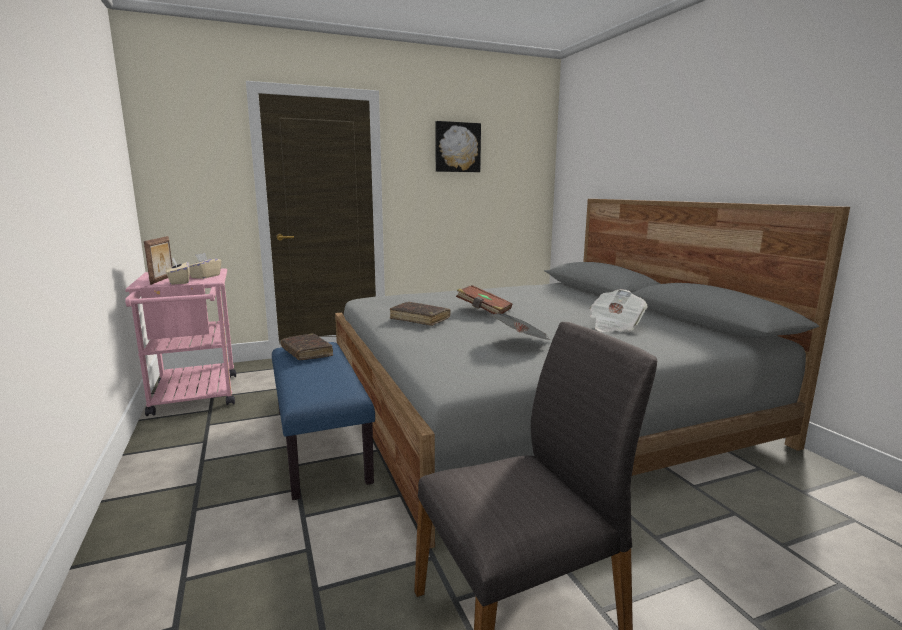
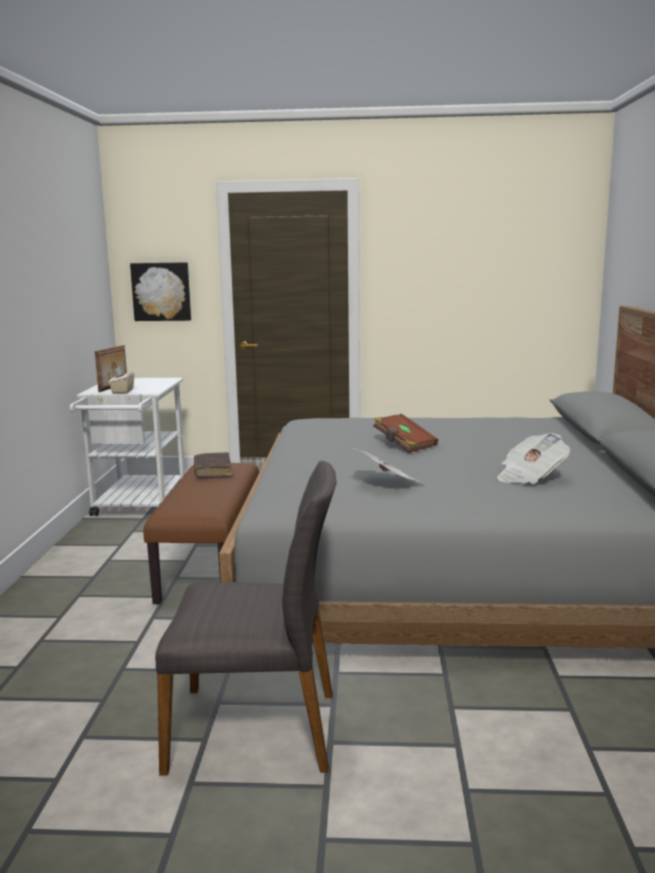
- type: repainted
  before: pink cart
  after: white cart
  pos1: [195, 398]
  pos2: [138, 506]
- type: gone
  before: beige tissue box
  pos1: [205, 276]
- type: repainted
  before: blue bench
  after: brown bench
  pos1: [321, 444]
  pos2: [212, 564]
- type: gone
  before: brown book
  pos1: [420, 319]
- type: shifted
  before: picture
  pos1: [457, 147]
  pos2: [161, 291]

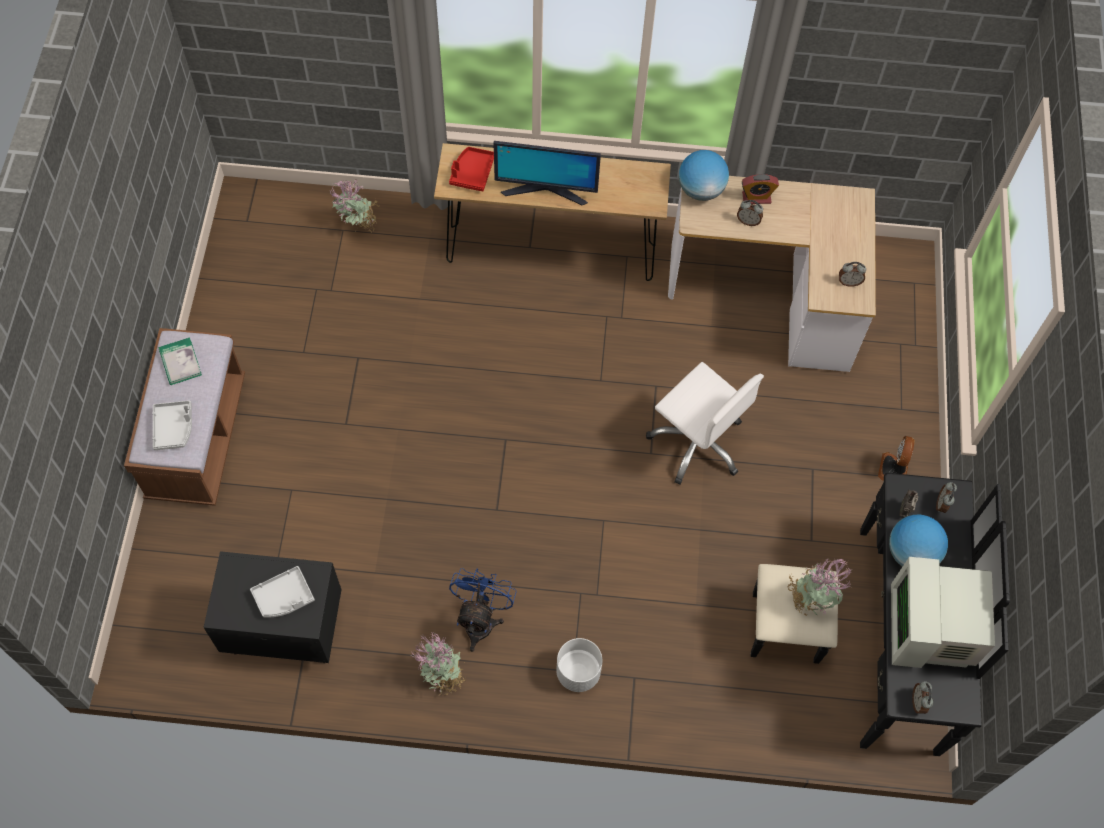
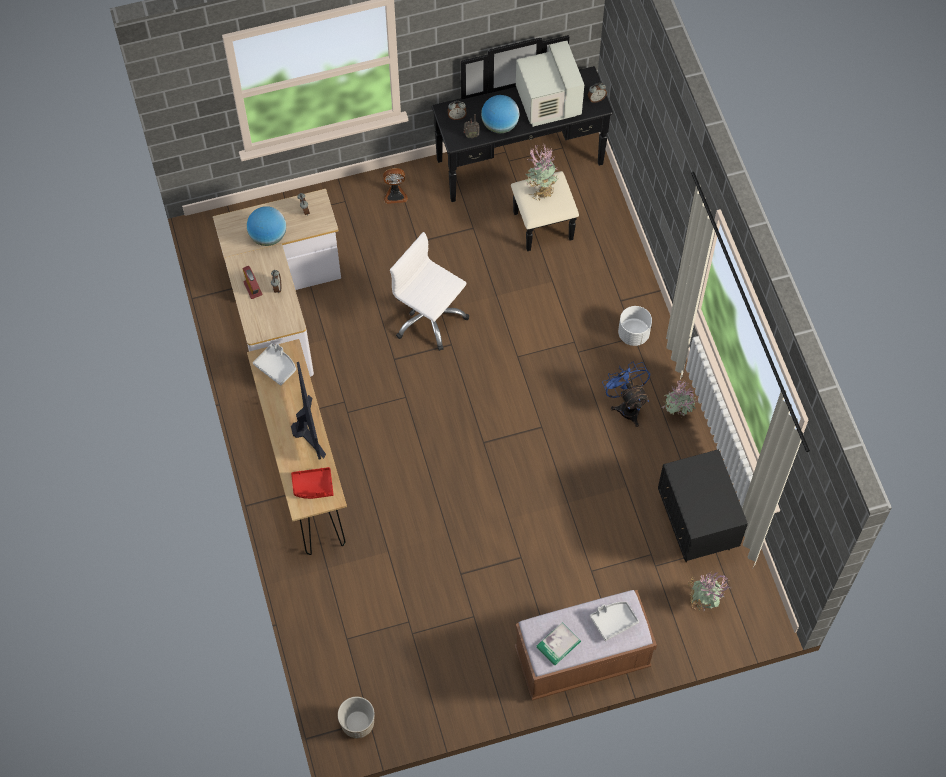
- type: shifted
  before: grey tray
  pos1: [284, 597]
  pos2: [276, 366]
- type: shifted
  before: potted plant
  pos1: [358, 227]
  pos2: [704, 601]
- type: rotated
  before: blue fan
  pos1: [480, 619]
  pos2: [627, 405]
  turn: 75
- type: rotated
  before: white office chair
  pos1: [697, 442]
  pos2: [429, 318]
  turn: -75
- type: shifted
  before: globe
  pos1: [701, 190]
  pos2: [268, 236]
- type: rotated
  before: monitor
  pos1: [930, 630]
  pos2: [547, 103]
  turn: -90
- type: new
  after: planter
  pos2: [357, 723]

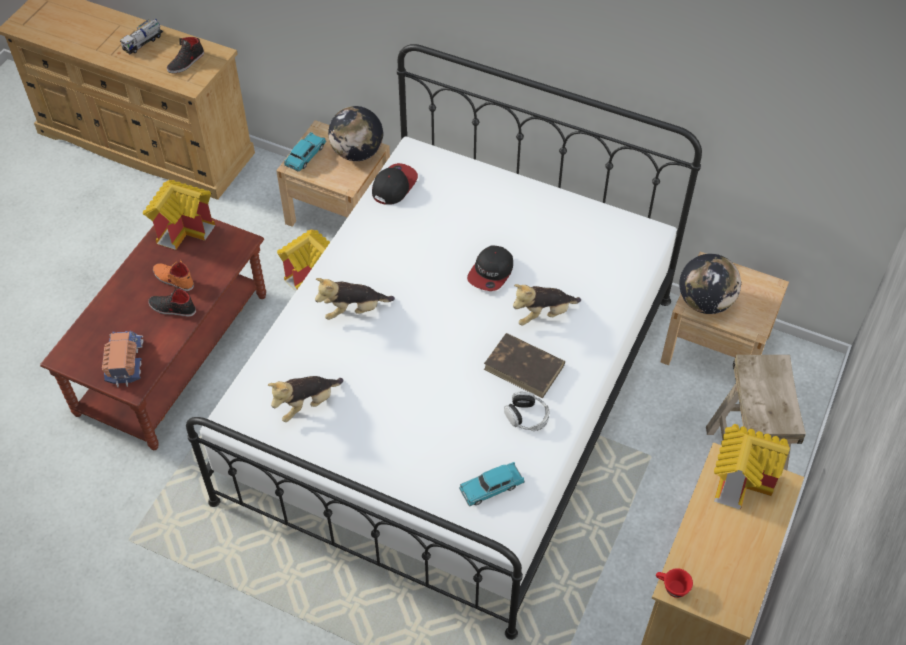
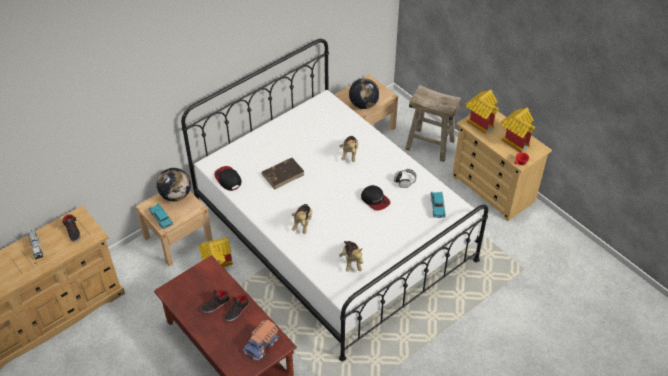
- type: rotated
  before: toy truck
  pos1: [124, 362]
  pos2: [262, 344]
  turn: -75
- type: shifted
  before: toy house
  pos1: [185, 228]
  pos2: [514, 139]
- type: repainted
  before: orange shoe
  after: black shoe
  pos1: [173, 279]
  pos2: [215, 305]
- type: shifted
  before: cap
  pos1: [491, 272]
  pos2: [375, 200]
- type: shifted
  before: brown book
  pos1: [525, 367]
  pos2: [283, 174]

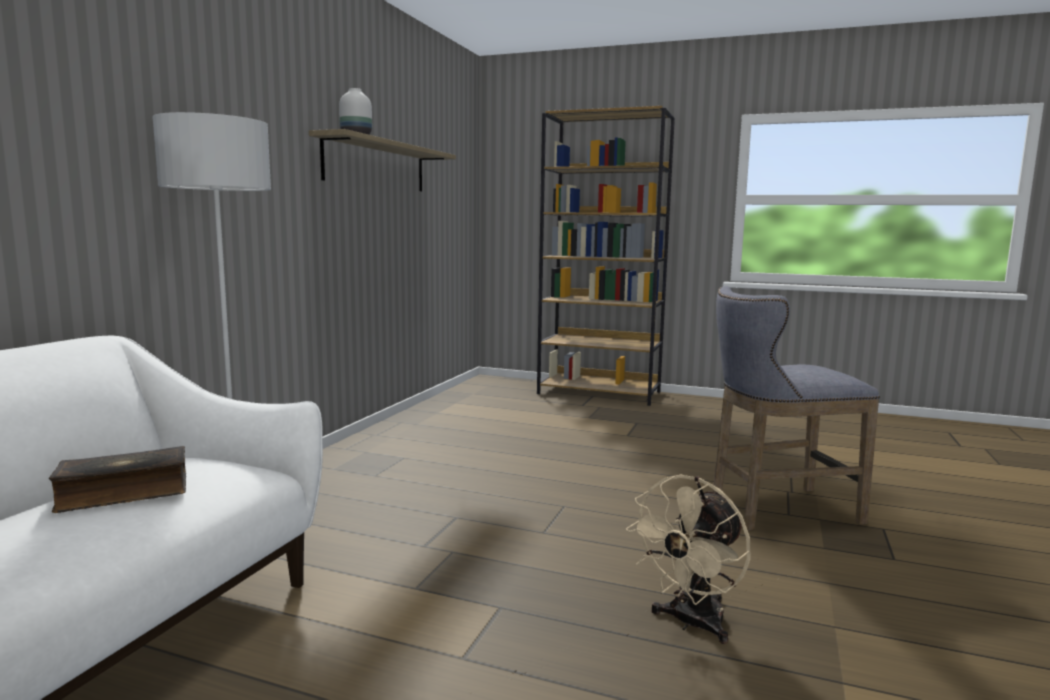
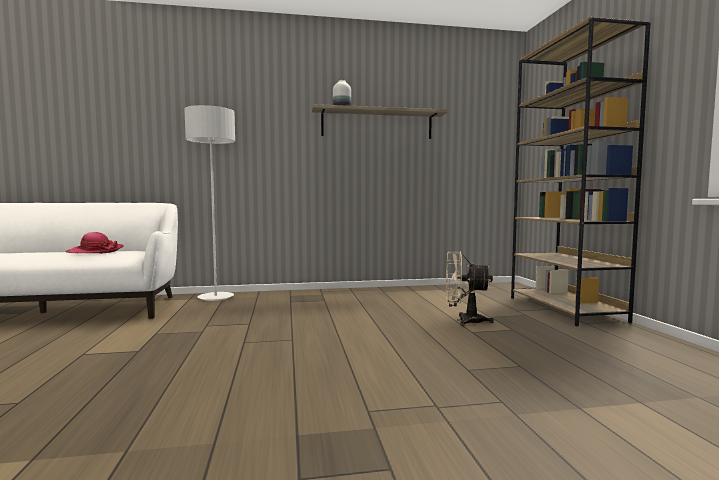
- type: swapped
  before: book
  after: hat
  pos1: [124, 493]
  pos2: [95, 251]
- type: shifted
  before: beige fan
  pos1: [691, 623]
  pos2: [464, 321]
- type: gone
  before: grey stool
  pos1: [775, 510]

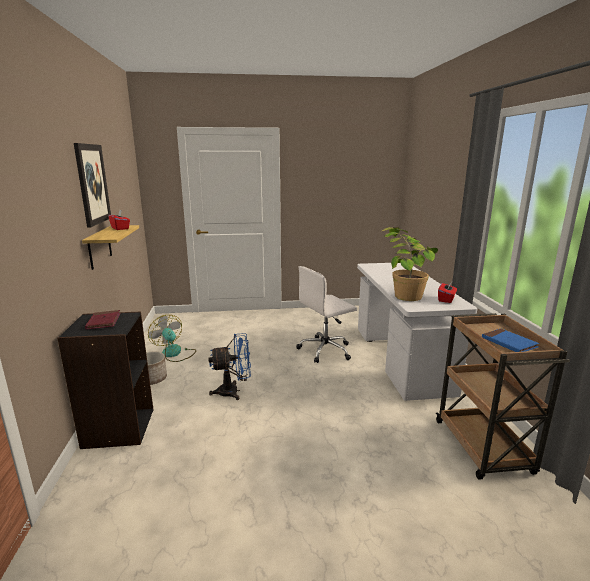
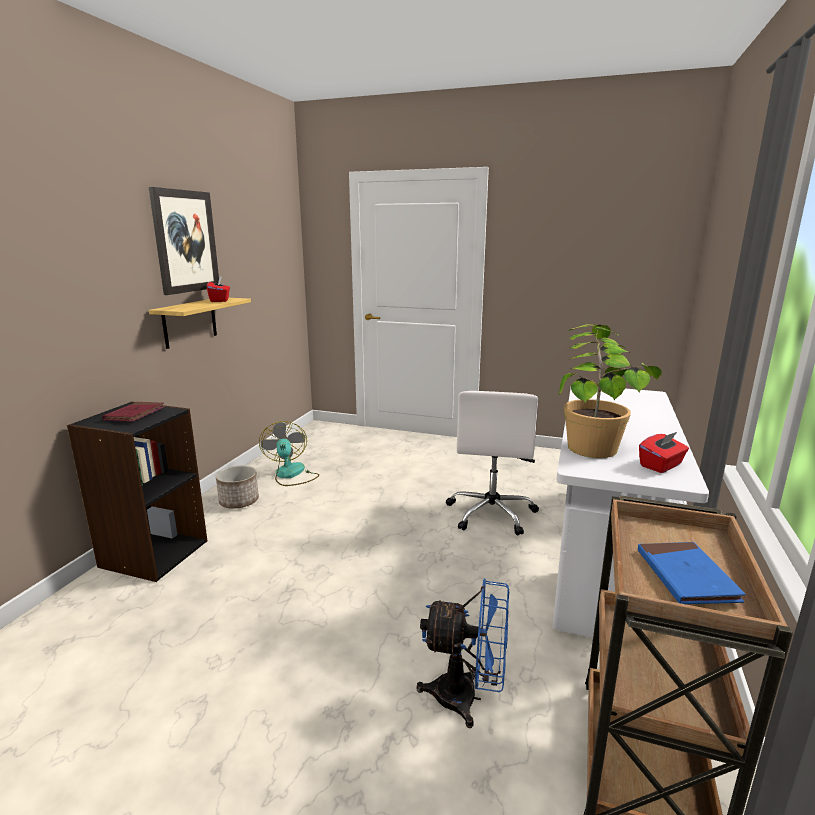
- type: shifted
  before: blue fan
  pos1: [233, 391]
  pos2: [467, 698]
- type: rotated
  before: white office chair
  pos1: [326, 350]
  pos2: [491, 513]
  turn: -75

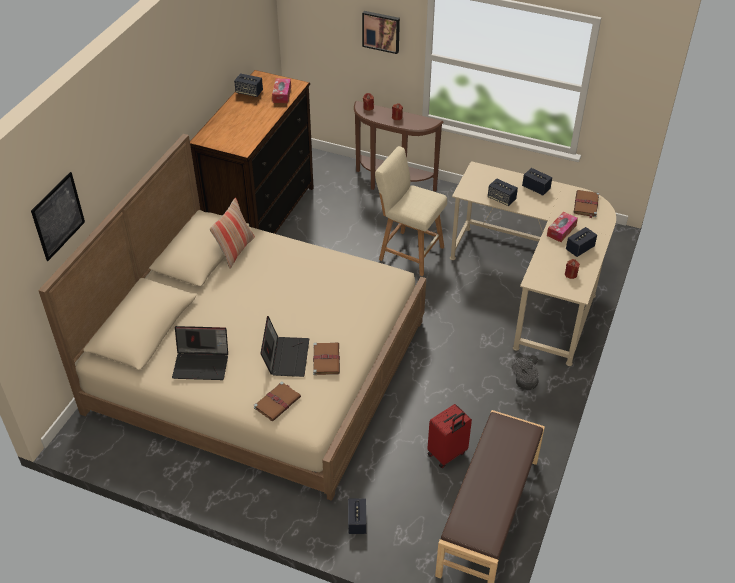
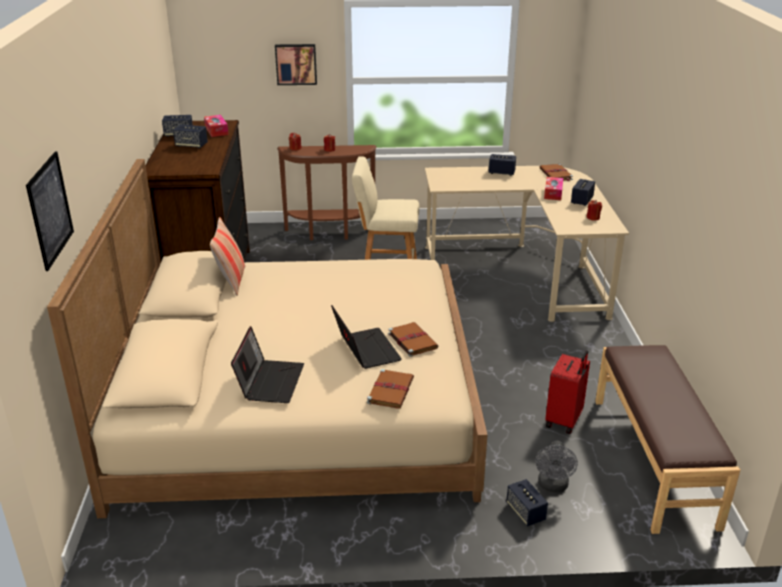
- type: rotated
  before: laptop
  pos1: [202, 363]
  pos2: [270, 381]
  turn: -60
- type: shifted
  before: speaker
  pos1: [501, 199]
  pos2: [191, 145]
- type: shifted
  before: grey fan
  pos1: [525, 384]
  pos2: [553, 486]

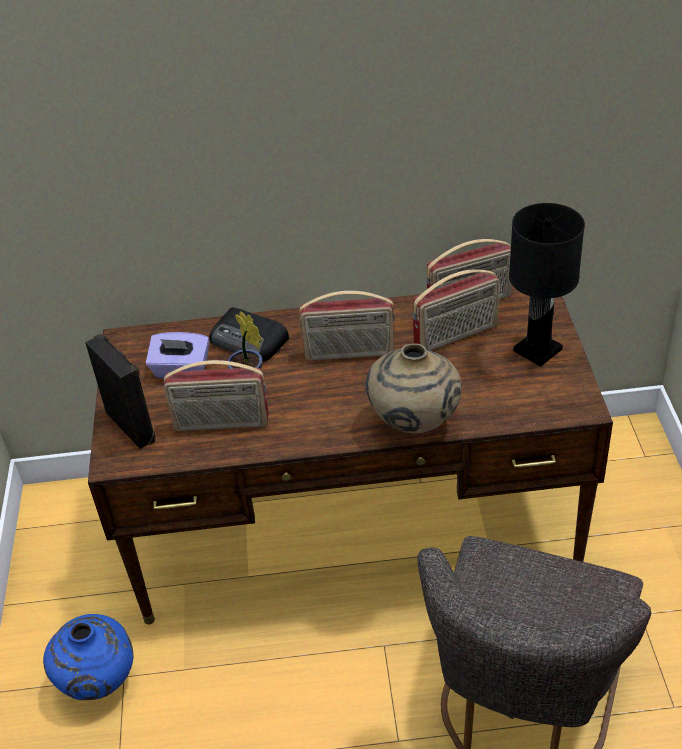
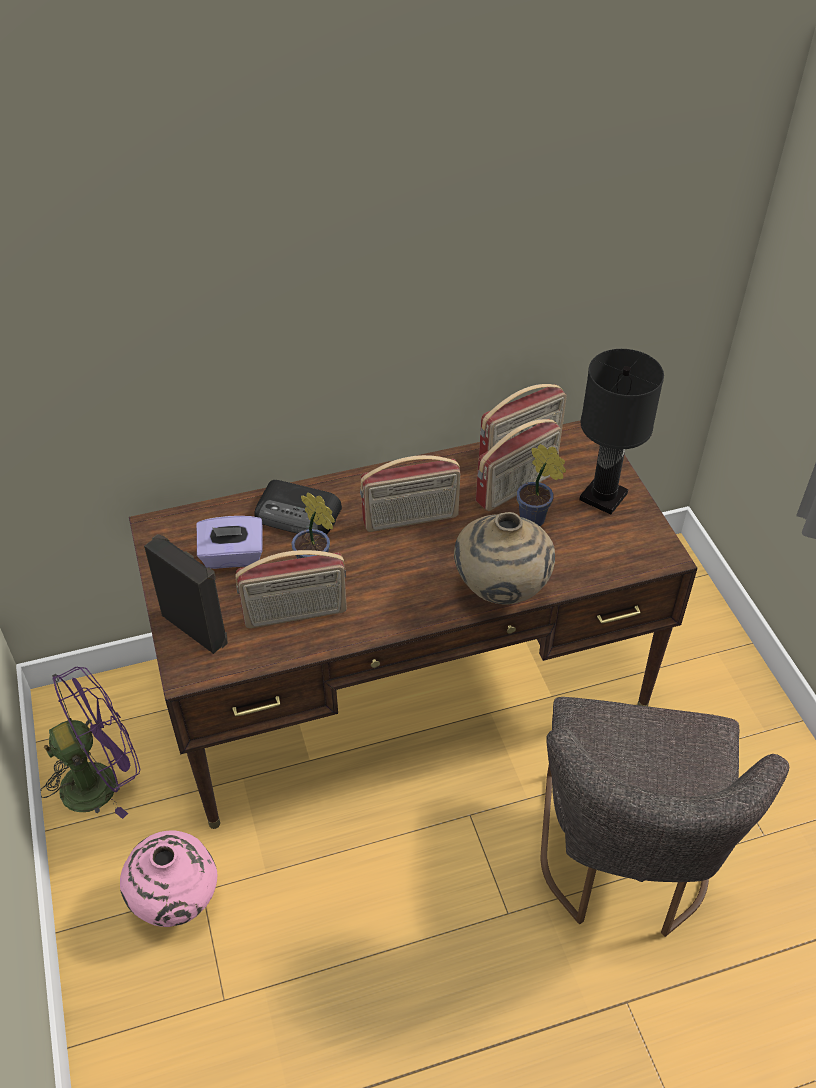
- type: repainted
  before: blue vase
  after: pink vase
  pos1: [99, 682]
  pos2: [176, 901]
- type: new
  after: purple fan
  pos2: [101, 779]
- type: new
  after: potted plant
  pos2: [535, 521]

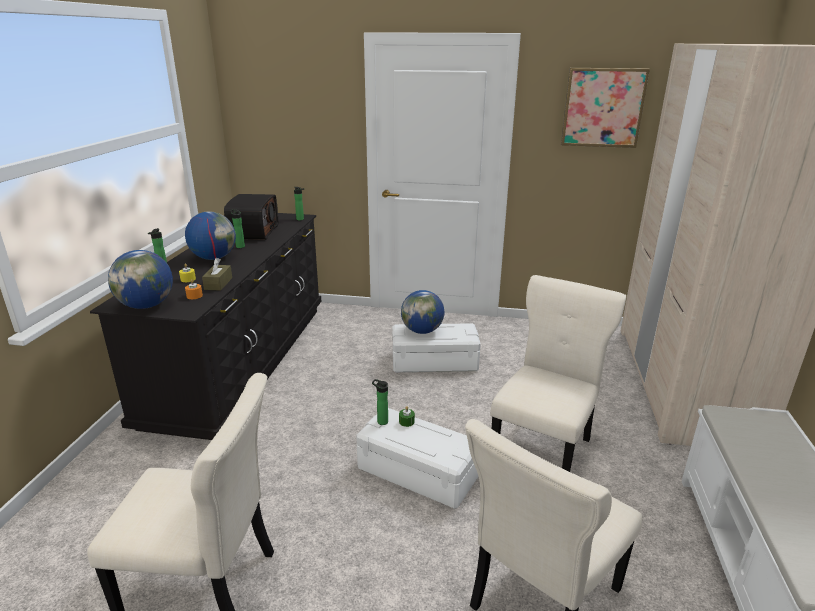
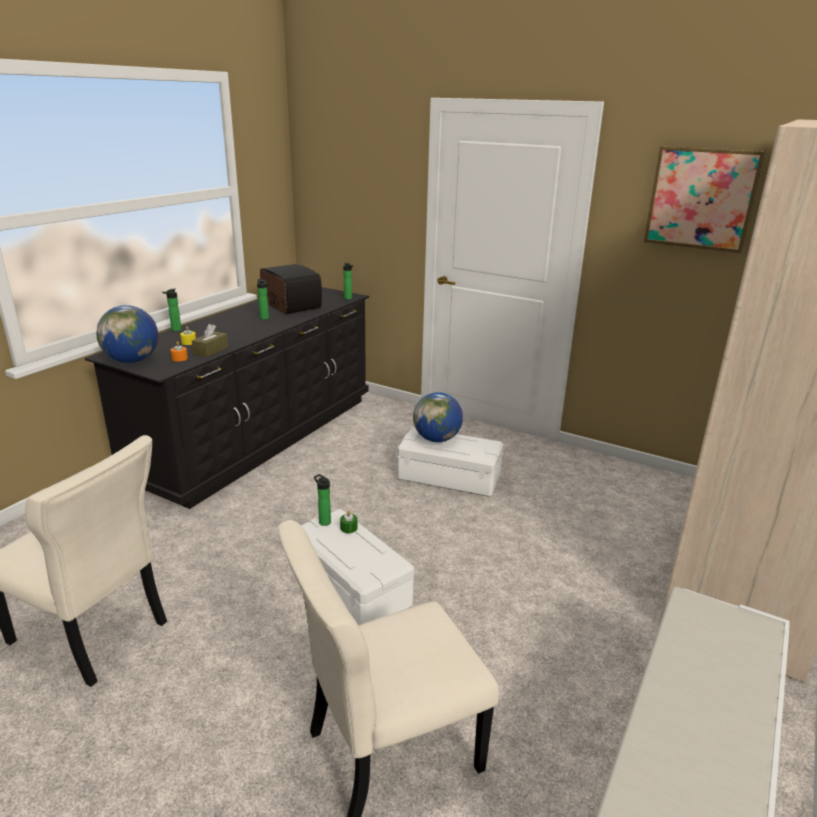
- type: gone
  before: globe
  pos1: [214, 258]
- type: rotated
  before: radio
  pos1: [253, 232]
  pos2: [290, 305]
  turn: -60
- type: gone
  before: beige chair
  pos1: [543, 449]

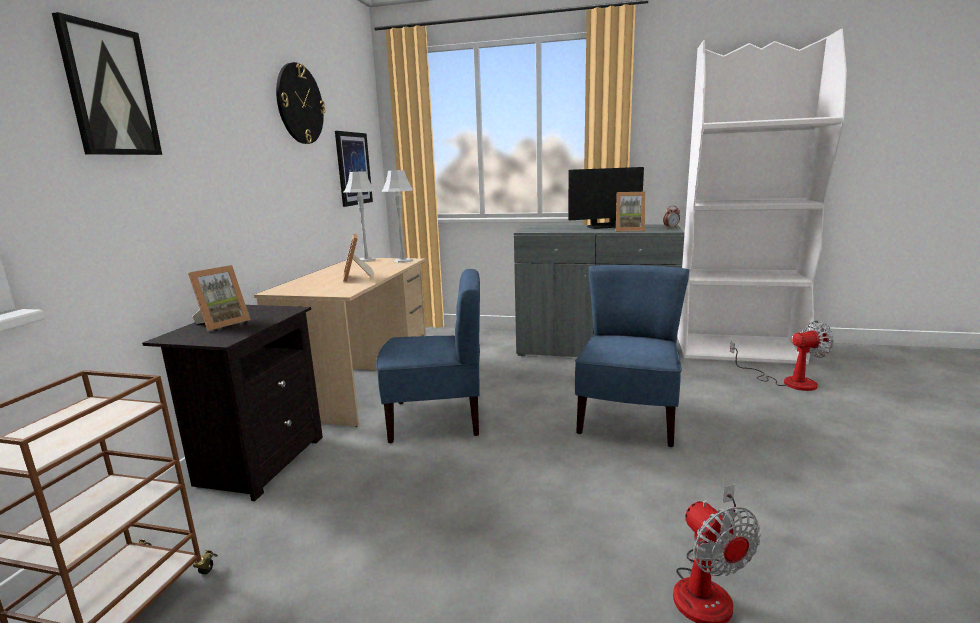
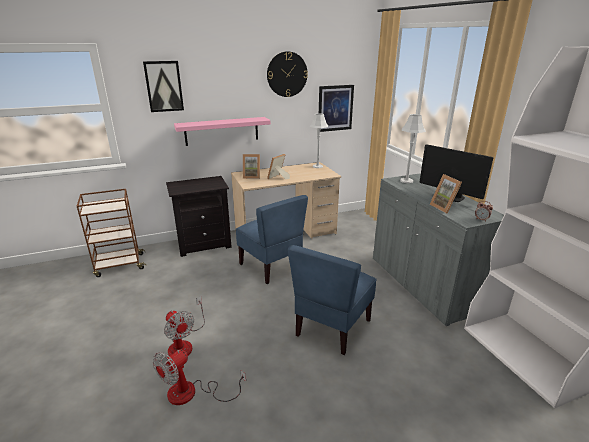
- type: shifted
  before: picture frame
  pos1: [222, 323]
  pos2: [252, 176]
- type: shifted
  before: grey table lamp
  pos1: [403, 260]
  pos2: [406, 180]
- type: rotated
  before: blue chair
  pos1: [628, 419]
  pos2: [332, 327]
  turn: 135
- type: shifted
  before: fan
  pos1: [787, 381]
  pos2: [184, 343]
- type: new
  after: pink shelf
  pos2: [222, 131]

